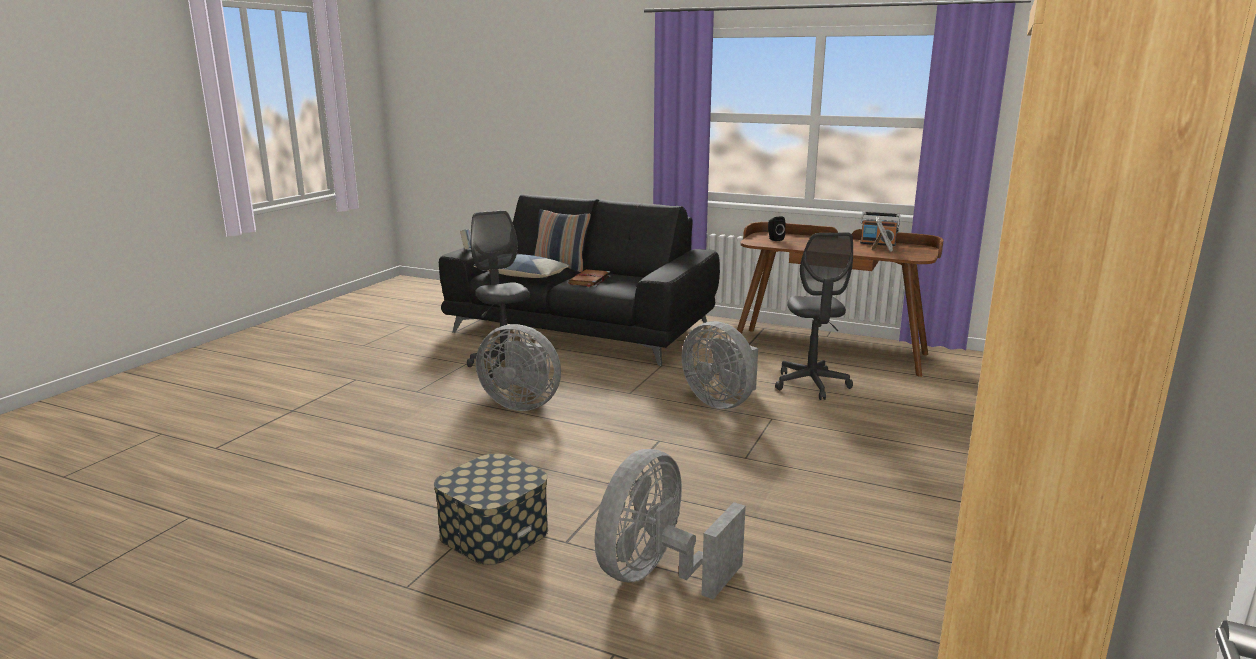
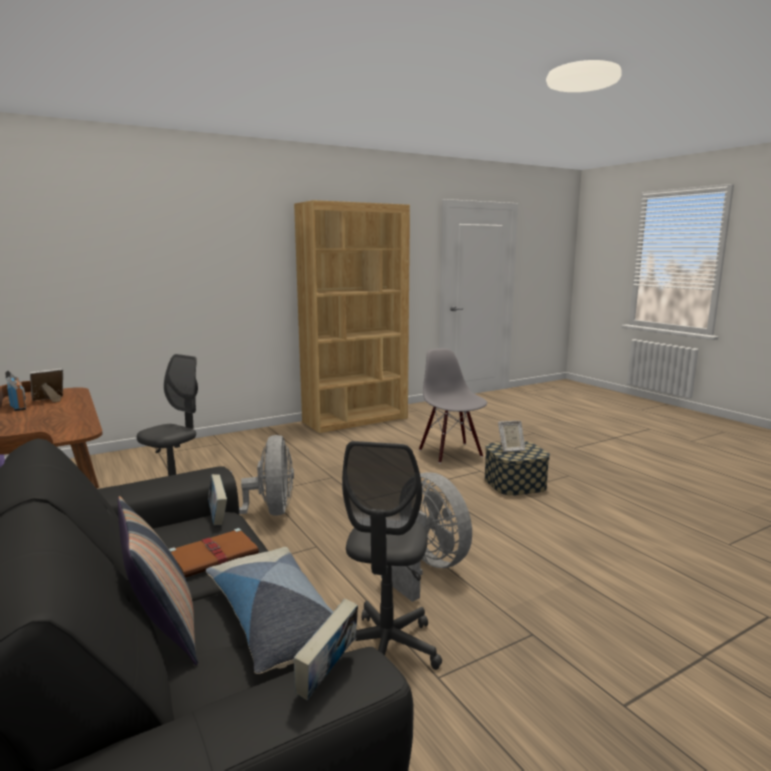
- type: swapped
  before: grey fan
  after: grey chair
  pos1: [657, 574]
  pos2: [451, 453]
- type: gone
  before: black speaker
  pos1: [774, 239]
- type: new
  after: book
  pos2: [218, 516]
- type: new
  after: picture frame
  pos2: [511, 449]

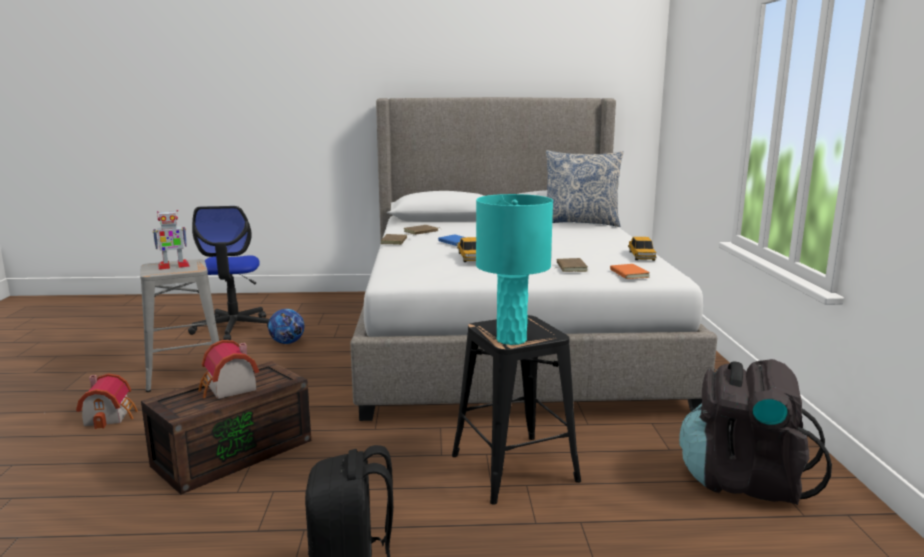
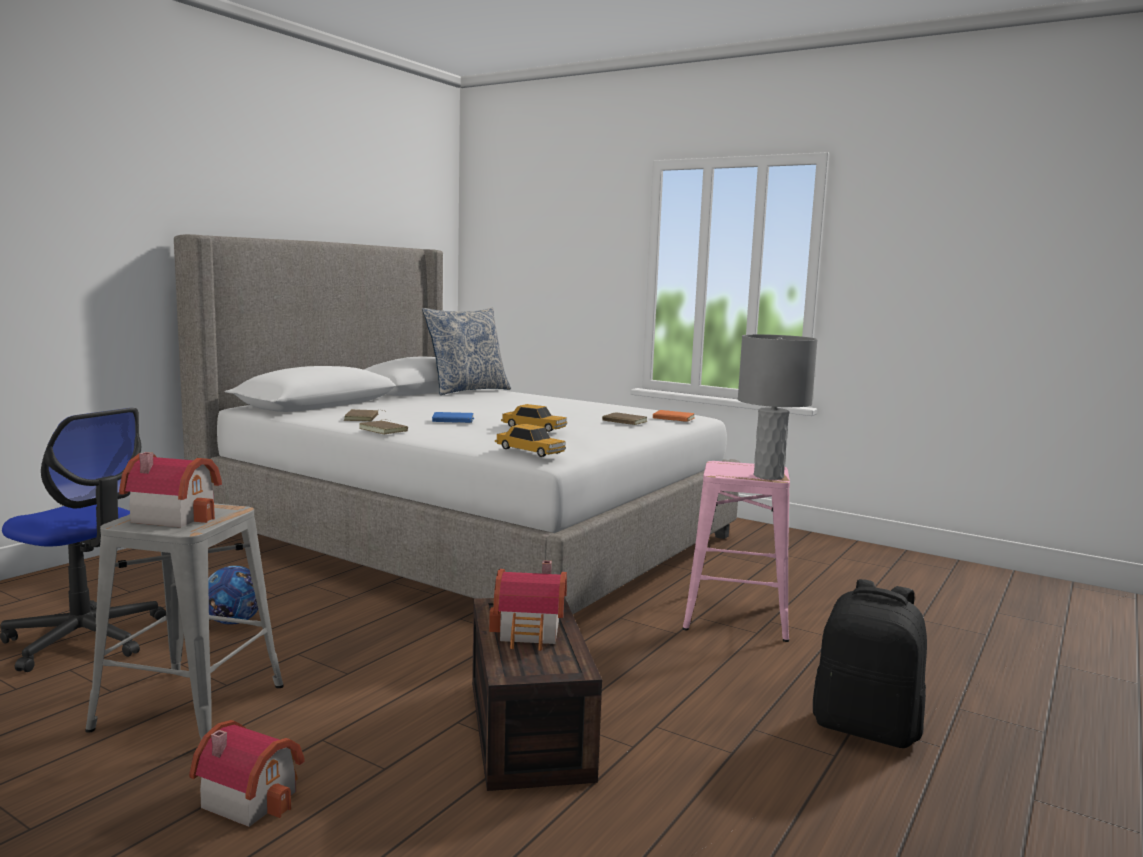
- type: swapped
  before: toy robot
  after: toy house
  pos1: [173, 266]
  pos2: [174, 515]
- type: repainted
  before: black stool
  after: pink stool
  pos1: [515, 467]
  pos2: [736, 615]
- type: repainted
  before: turquoise table lamp
  after: grey table lamp
  pos1: [511, 339]
  pos2: [768, 476]
- type: shifted
  before: toy car
  pos1: [641, 256]
  pos2: [530, 451]
- type: gone
  before: black backpack
  pos1: [744, 481]

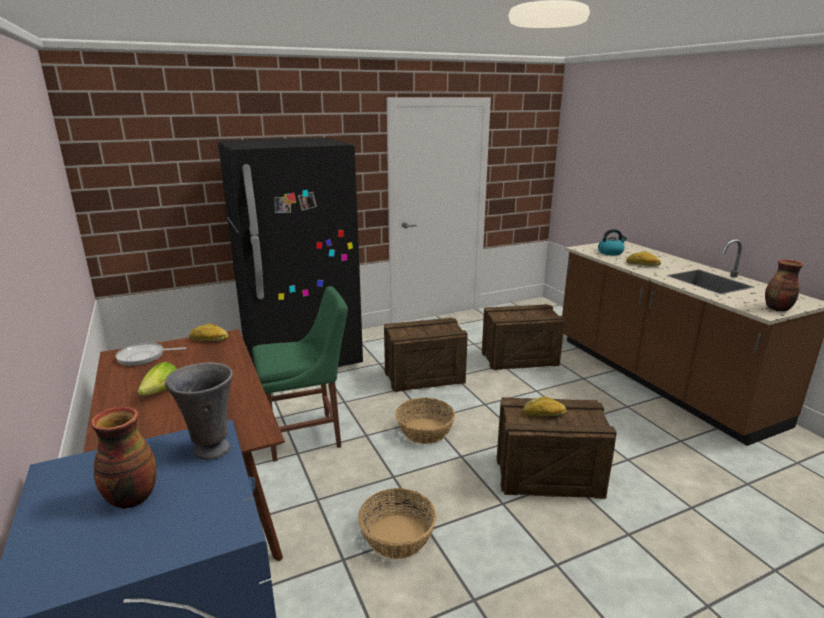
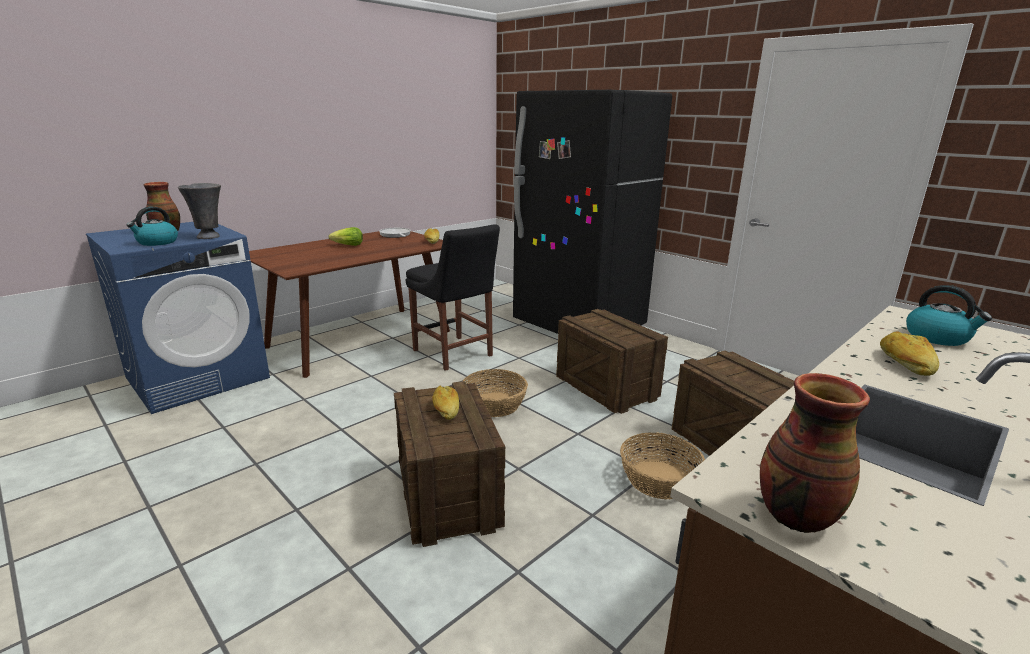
- type: repainted
  before: green chair
  after: black chair
  pos1: [307, 435]
  pos2: [454, 354]
- type: shifted
  before: basket
  pos1: [396, 536]
  pos2: [658, 479]
- type: new
  after: kettle
  pos2: [157, 242]

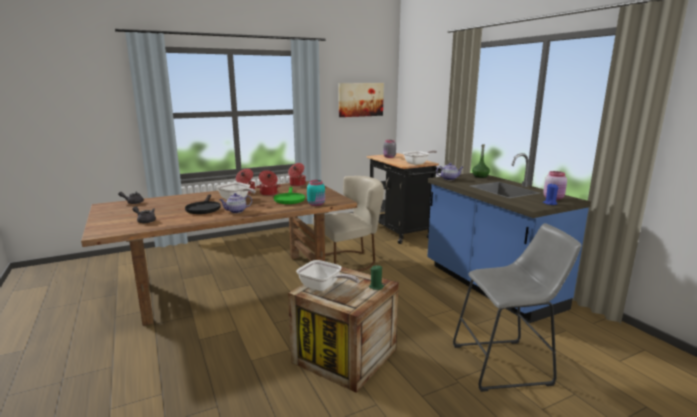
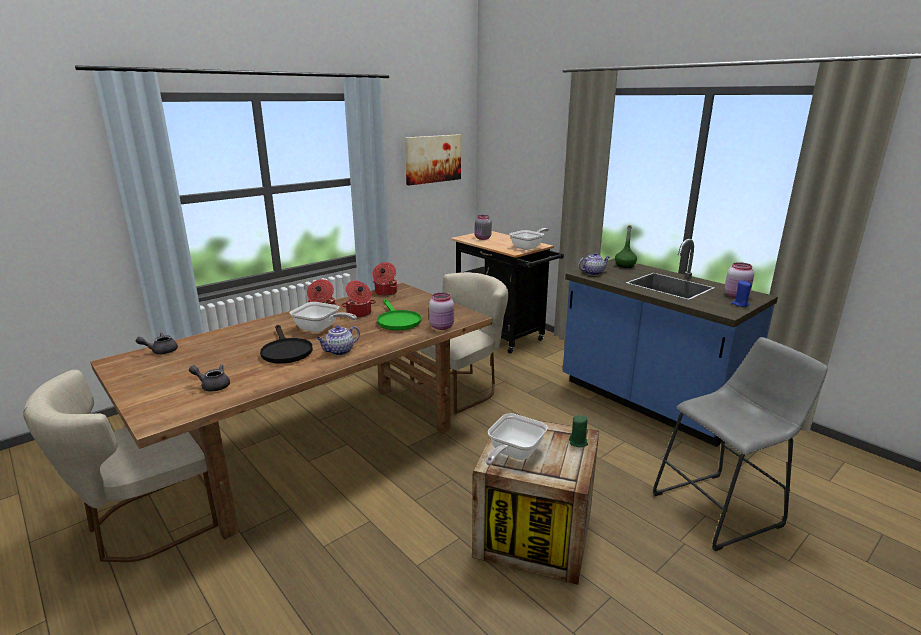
- type: rotated
  before: frying pan
  pos1: [323, 287]
  pos2: [513, 454]
  turn: 105
- type: repainted
  before: turquoise jar
  after: pink jar
  pos1: [316, 204]
  pos2: [442, 326]
- type: new
  after: beige chair
  pos2: [145, 524]

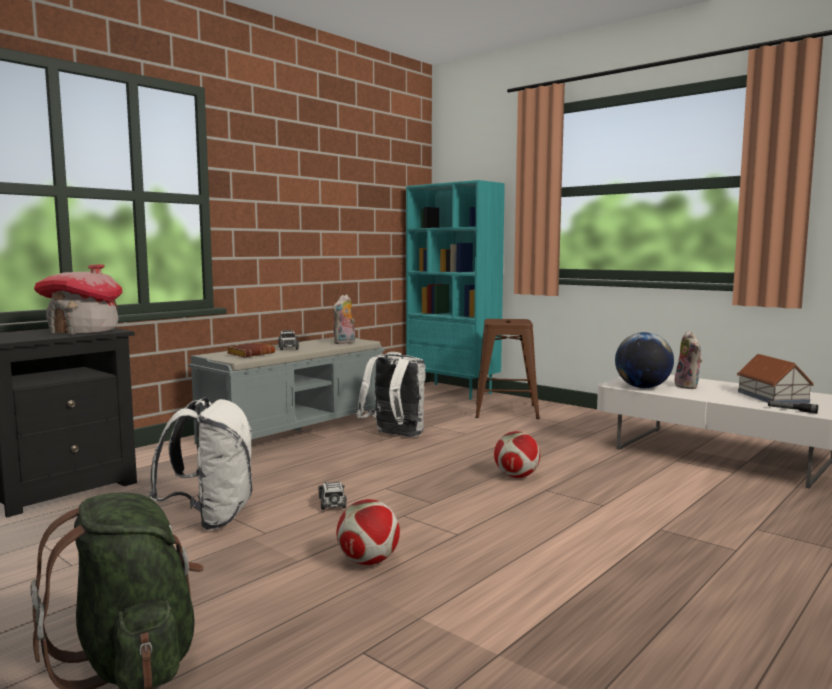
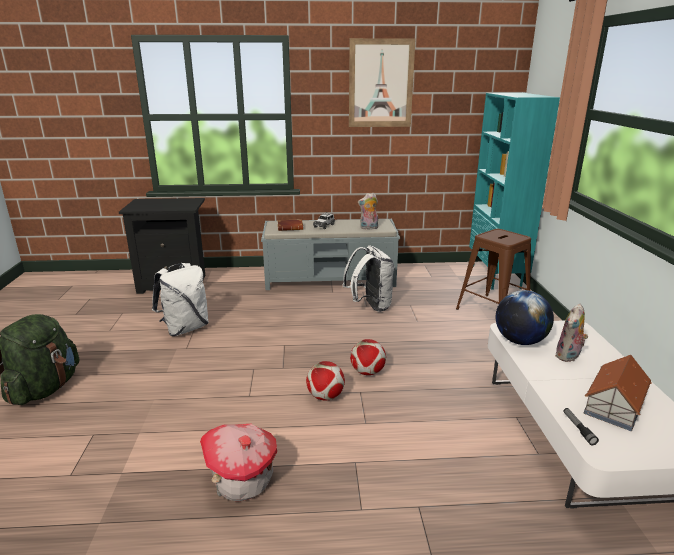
- type: shifted
  before: toy house
  pos1: [84, 331]
  pos2: [242, 480]
- type: gone
  before: toy car
  pos1: [332, 503]
- type: shifted
  before: football
  pos1: [368, 561]
  pos2: [325, 396]
- type: new
  after: picture
  pos2: [381, 84]

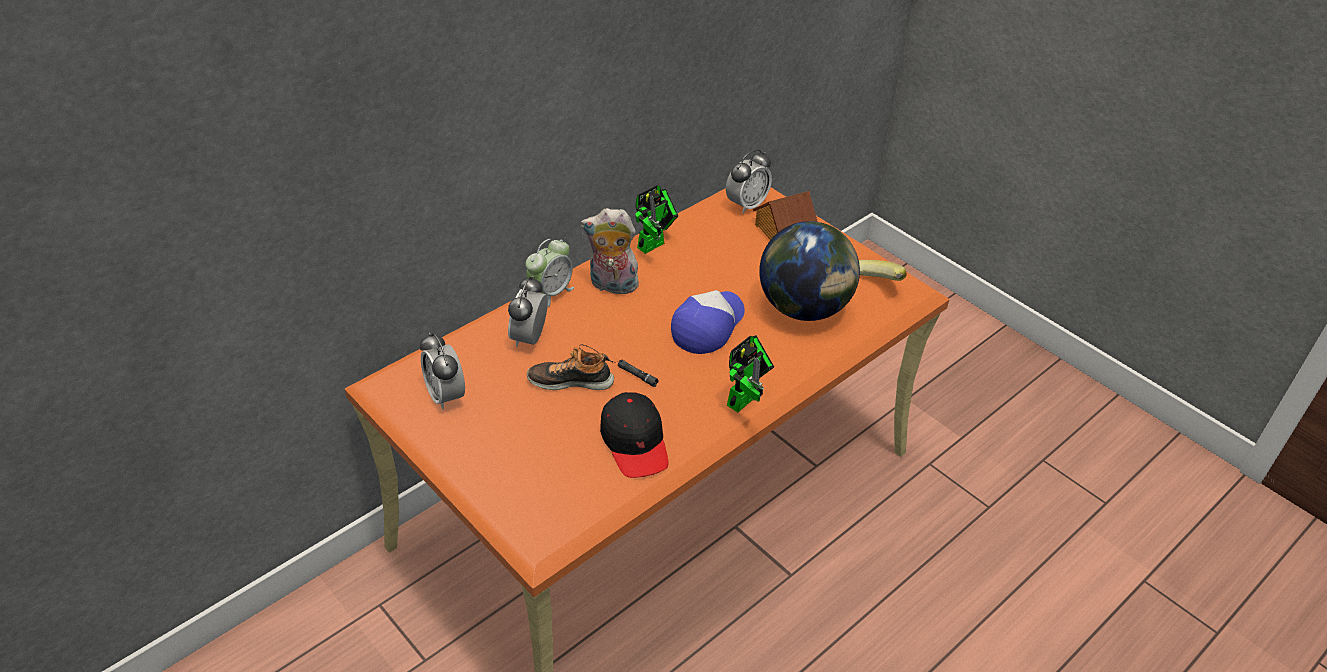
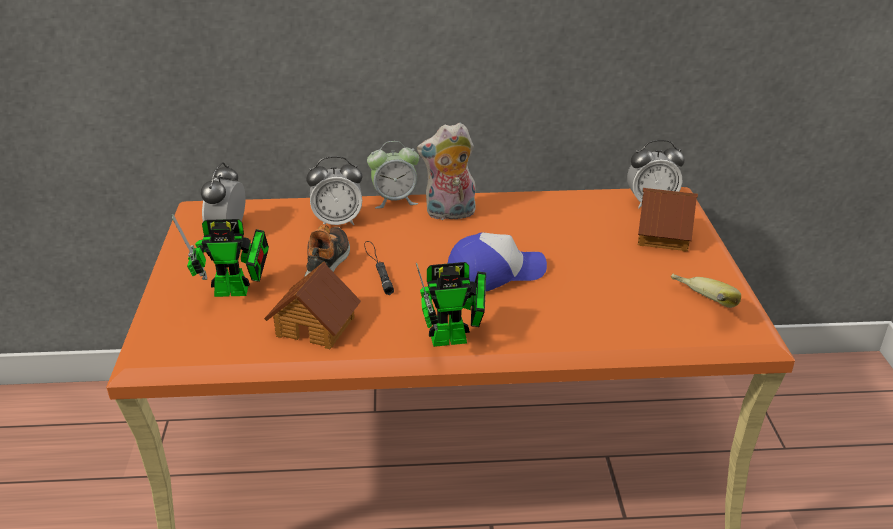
- type: rotated
  before: alarm clock
  pos1: [529, 338]
  pos2: [337, 222]
  turn: -150
- type: rotated
  before: shoe
  pos1: [571, 380]
  pos2: [328, 261]
  turn: 60
- type: rotated
  before: plush toy
  pos1: [611, 286]
  pos2: [449, 214]
  turn: -60
- type: swapped
  before: black cap
  after: toy house
  pos1: [635, 442]
  pos2: [316, 325]
- type: shifted
  before: toy robot
  pos1: [654, 243]
  pos2: [237, 291]
- type: gone
  before: globe
  pos1: [804, 308]

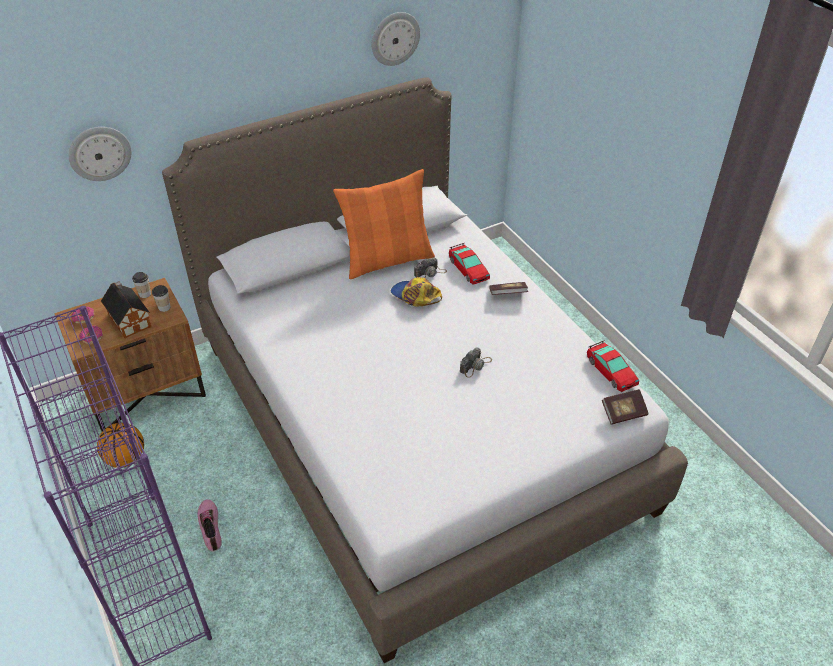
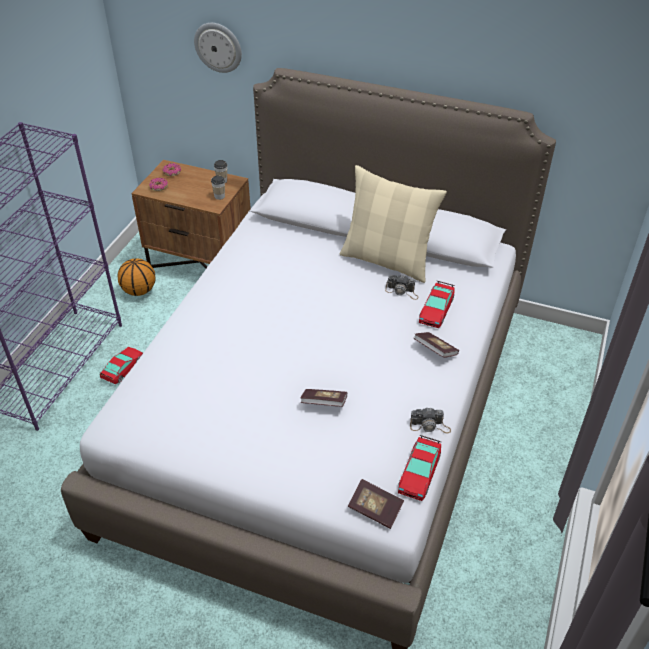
- type: gone
  before: toy house
  pos1: [129, 319]
- type: swapped
  before: shoe
  after: toy car
  pos1: [211, 527]
  pos2: [123, 368]
- type: repainted
  before: orange pillow
  after: beige pillow
  pos1: [387, 260]
  pos2: [387, 260]
- type: gone
  before: wall clock
  pos1: [395, 38]
- type: gone
  before: cap
  pos1: [415, 296]
- type: shifted
  before: photo camera
  pos1: [475, 365]
  pos2: [430, 426]
- type: new
  after: book
  pos2: [324, 403]

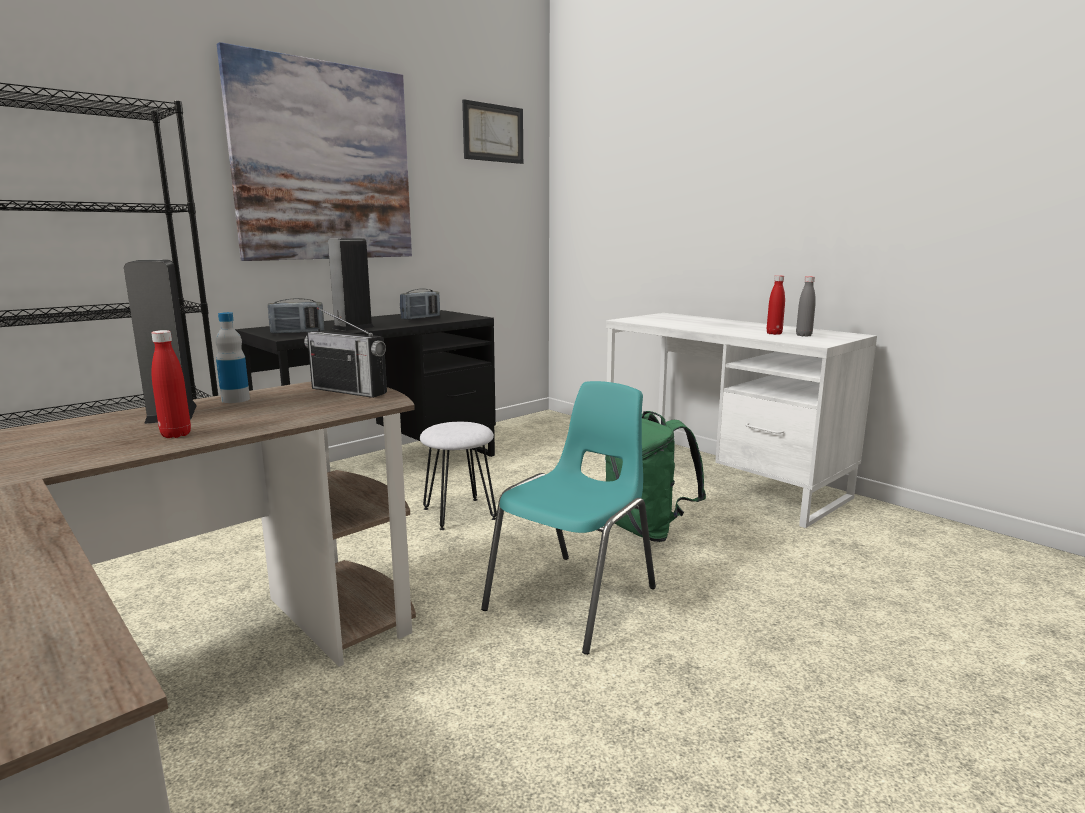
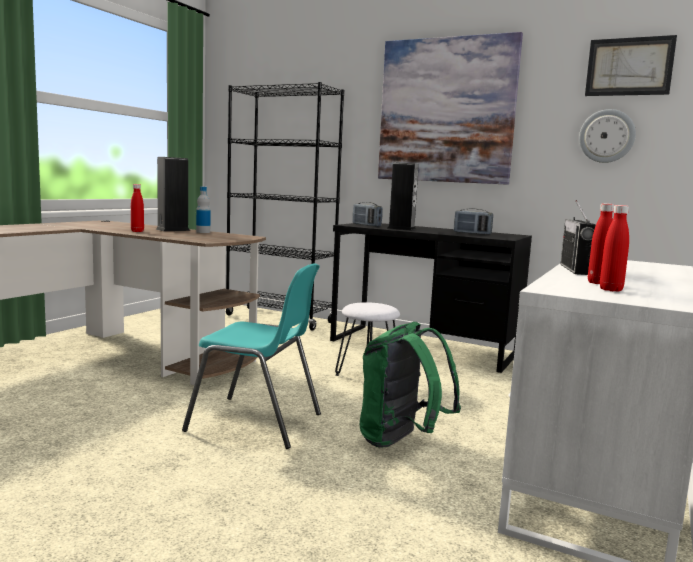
- type: shifted
  before: radio
  pos1: [349, 391]
  pos2: [576, 270]
- type: repainted
  before: grey bottle
  after: red bottle
  pos1: [803, 335]
  pos2: [611, 290]
- type: new
  after: wall clock
  pos2: [606, 136]

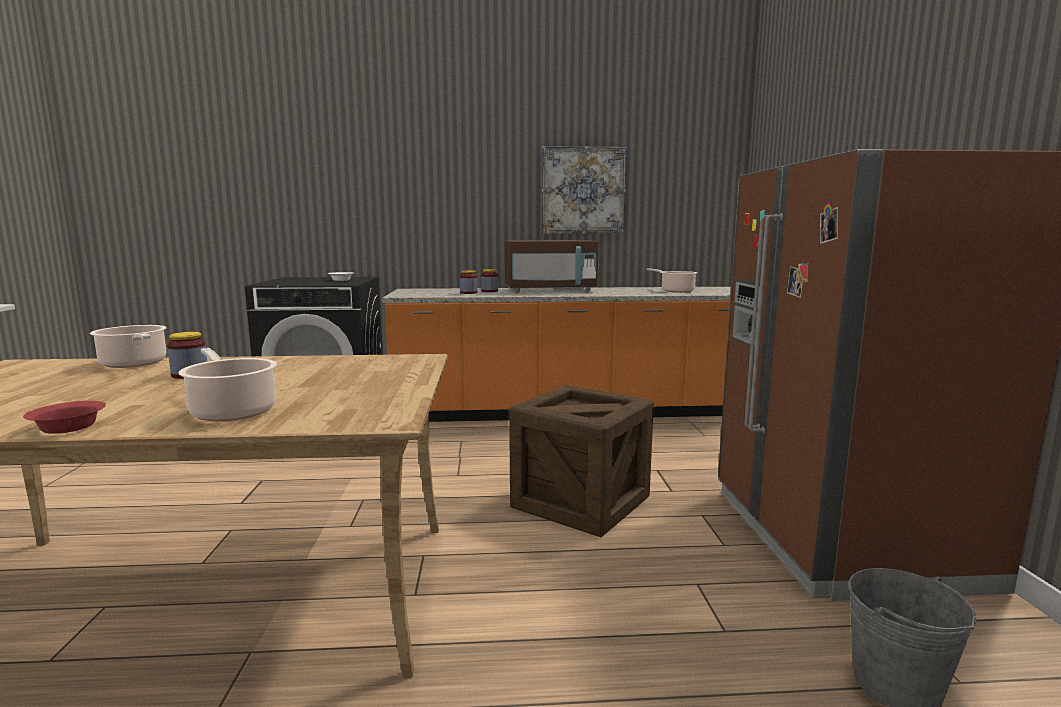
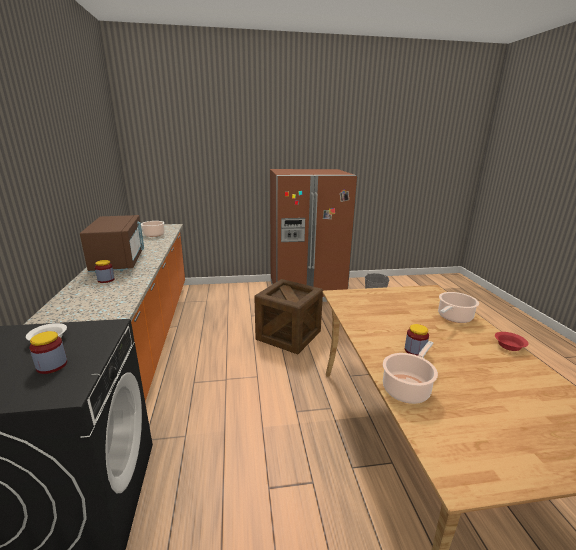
- type: shifted
  before: jar
  pos1: [468, 293]
  pos2: [52, 365]
- type: gone
  before: picture
  pos1: [583, 190]

